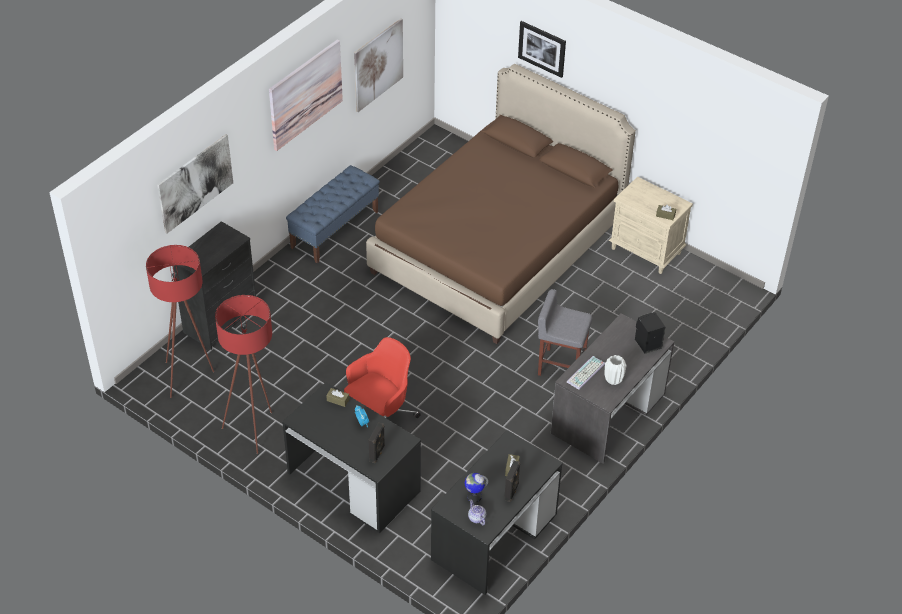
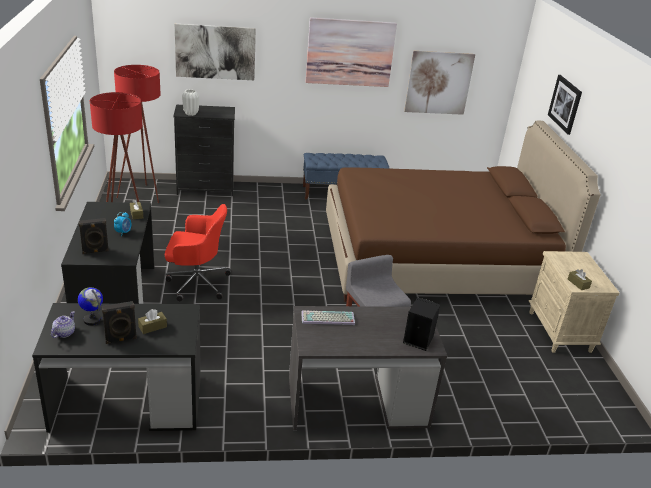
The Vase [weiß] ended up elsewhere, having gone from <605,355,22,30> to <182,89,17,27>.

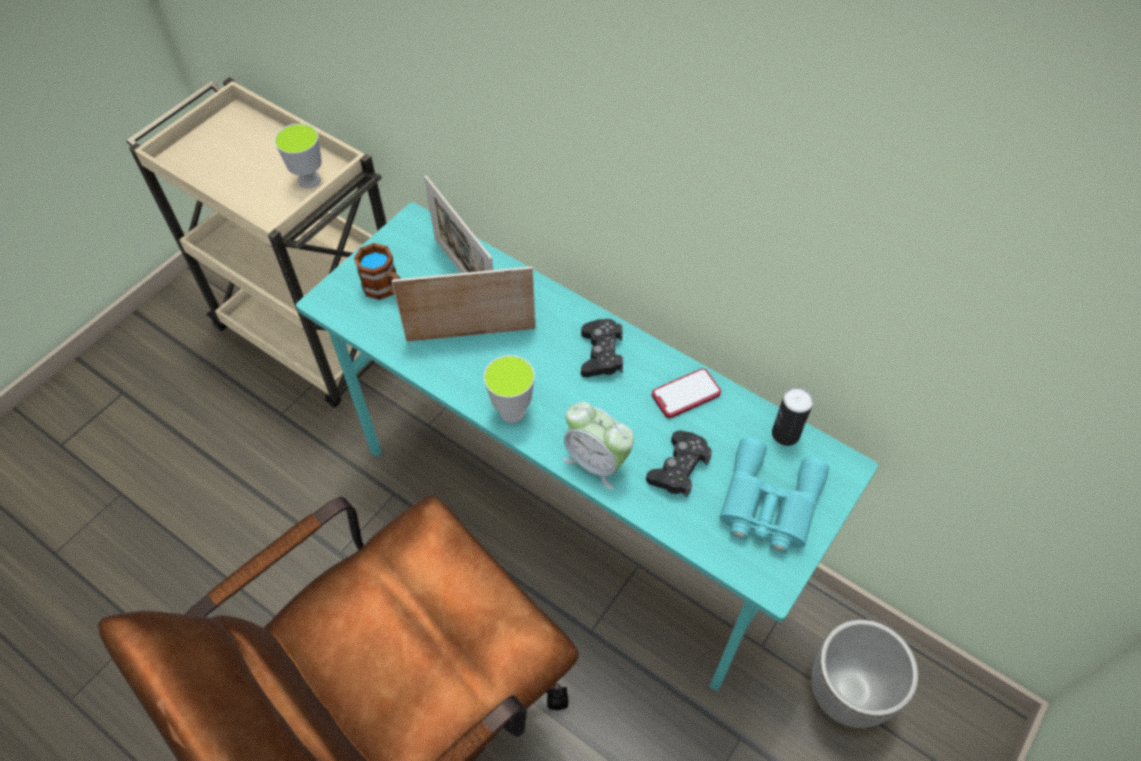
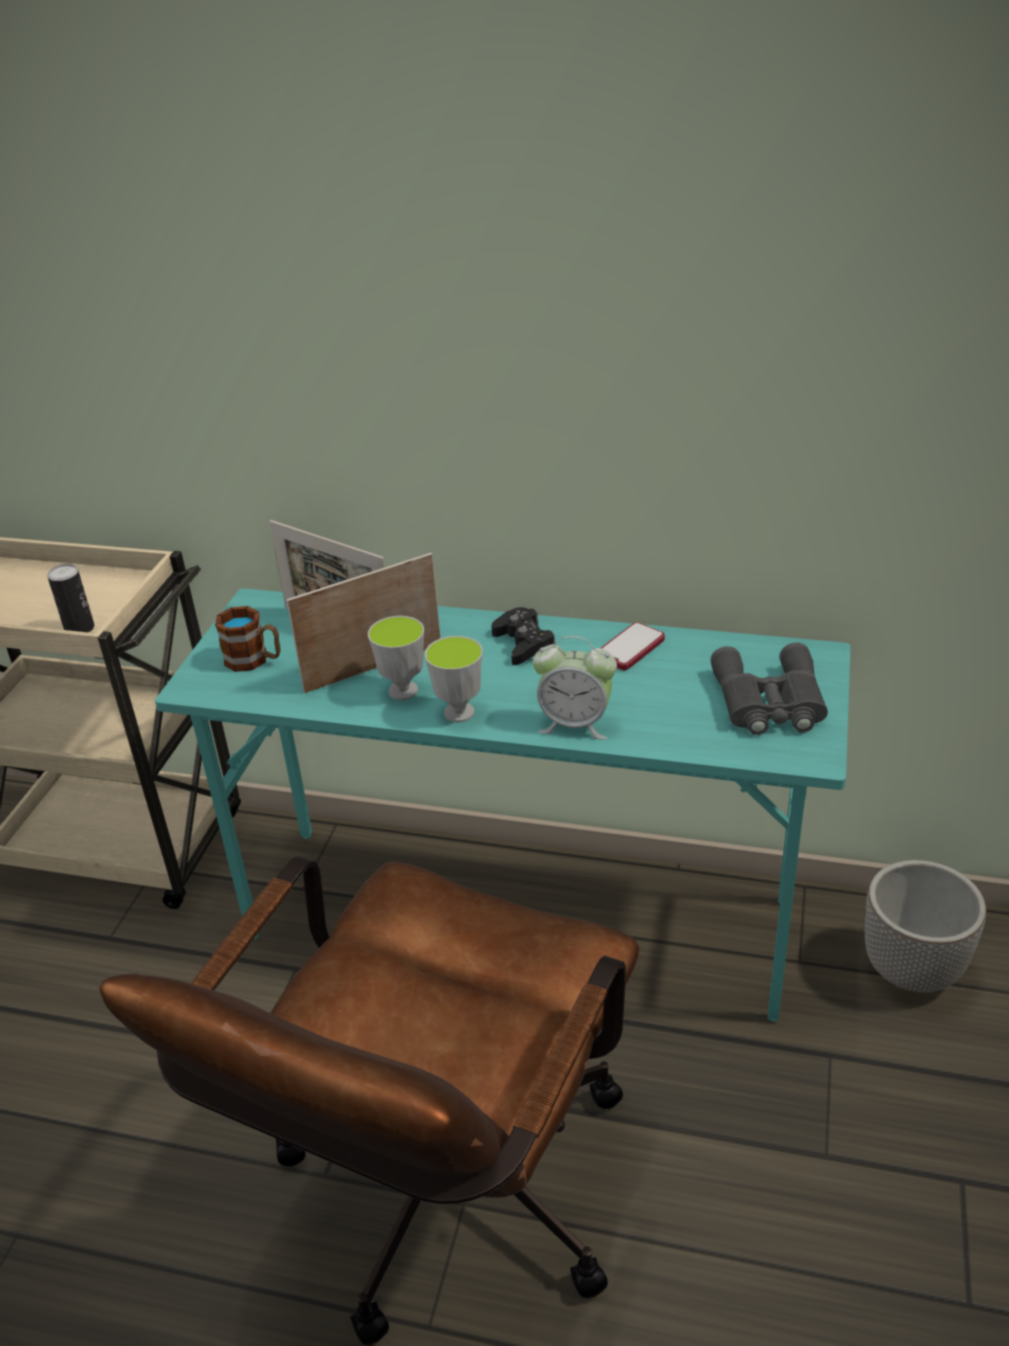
The Tasse ended up elsewhere, having gone from <274,123,48,65> to <368,616,56,84>.
The Dose ended up elsewhere, having gone from <772,387,41,59> to <47,564,47,68>.
The second view lost the Gamepad [schwarz] at <646,431,66,67>.
What was the Fernglas [türkis] at <719,438,110,116> turned into the Fernglas [grau] at <710,642,118,93>.

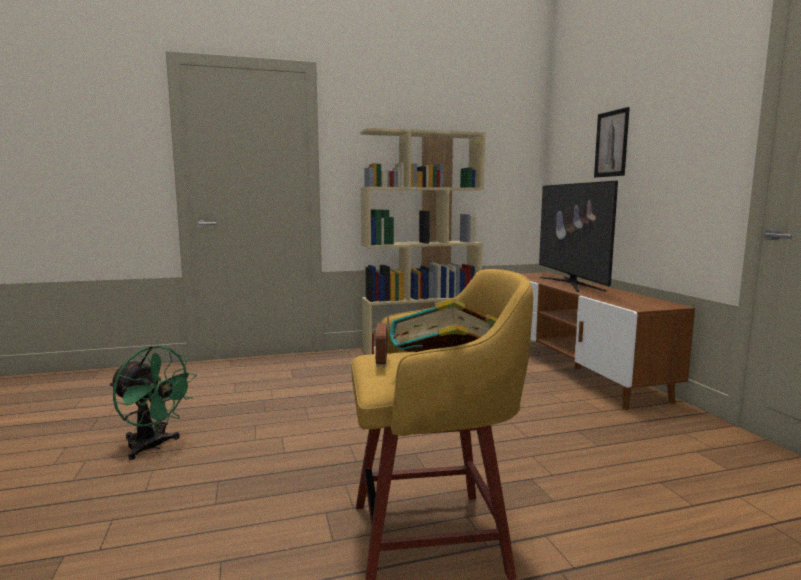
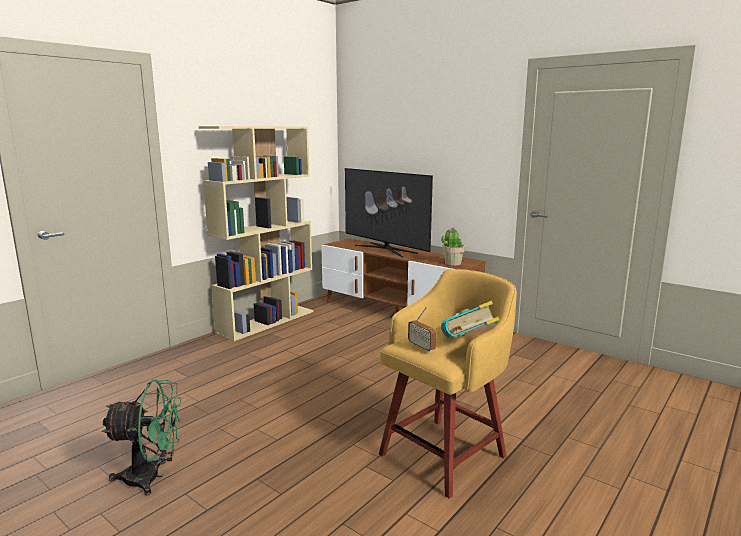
The second view lost the Bild at <594,107,36,71>.
The second view gained the Topfpflanze at <441,227,24,38>.

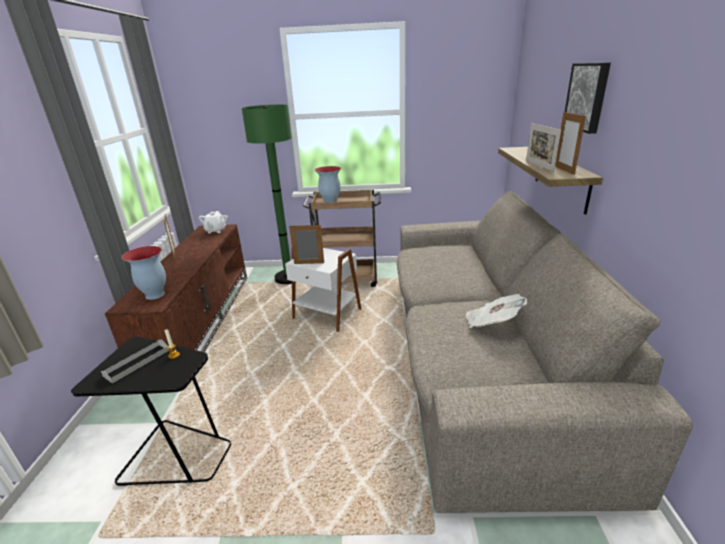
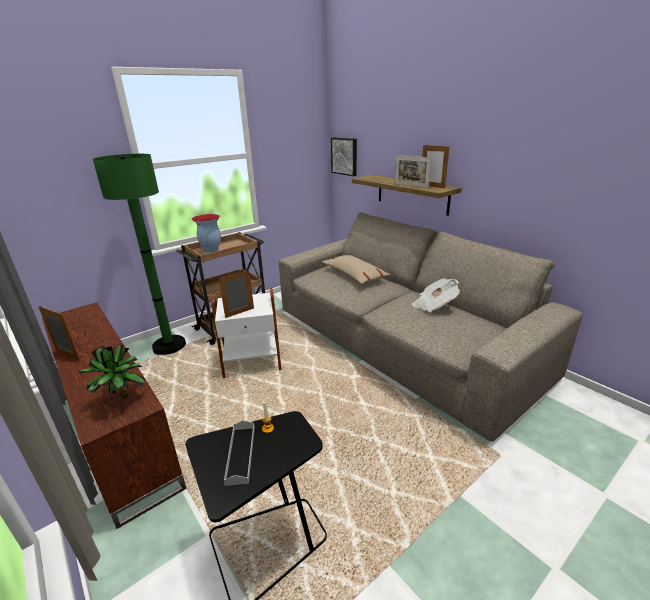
The Bild ended up elsewhere, having gone from <565,63,46,71> to <331,138,26,38>.
The second view lost the Teekanne [weiß] at <198,211,30,23>.
Where the Vase stood at <122,246,44,54>, the Topfpflanze came to stand at <79,344,66,55>.
The second view gained the Kissen [beige] at <322,255,69,29>.

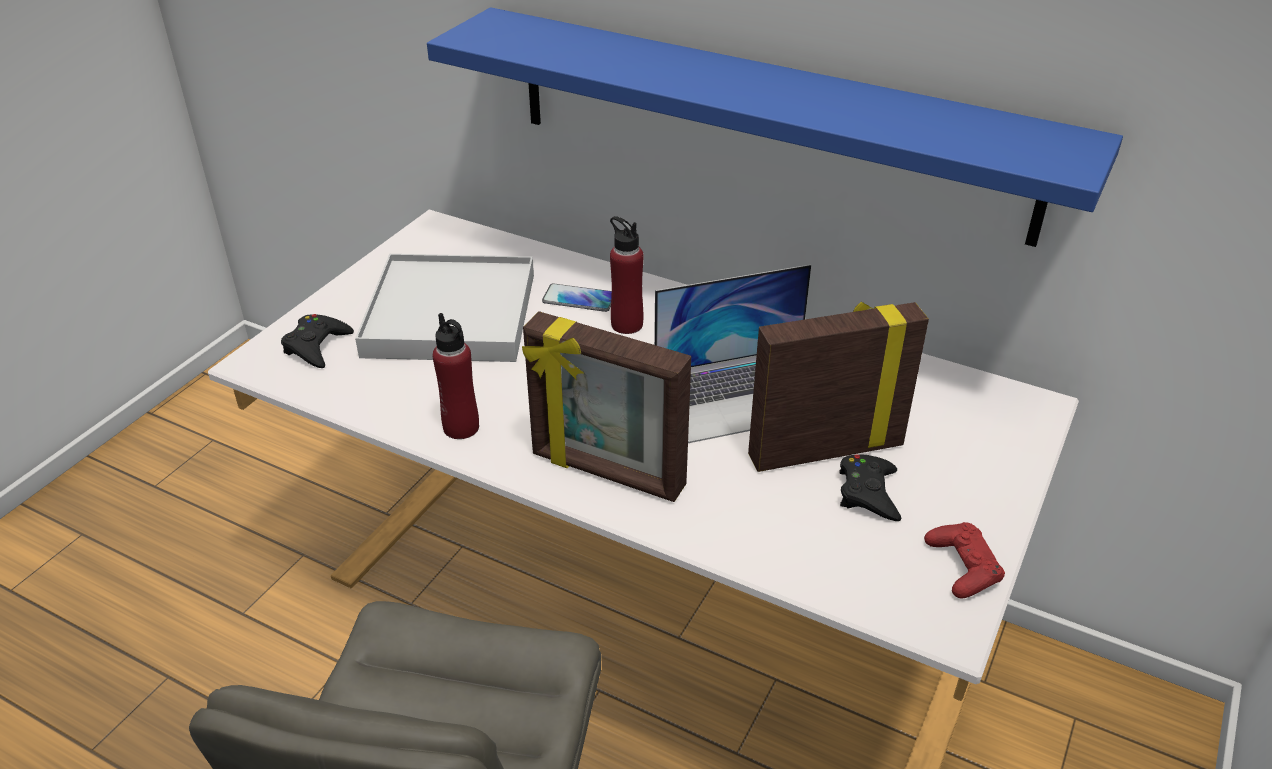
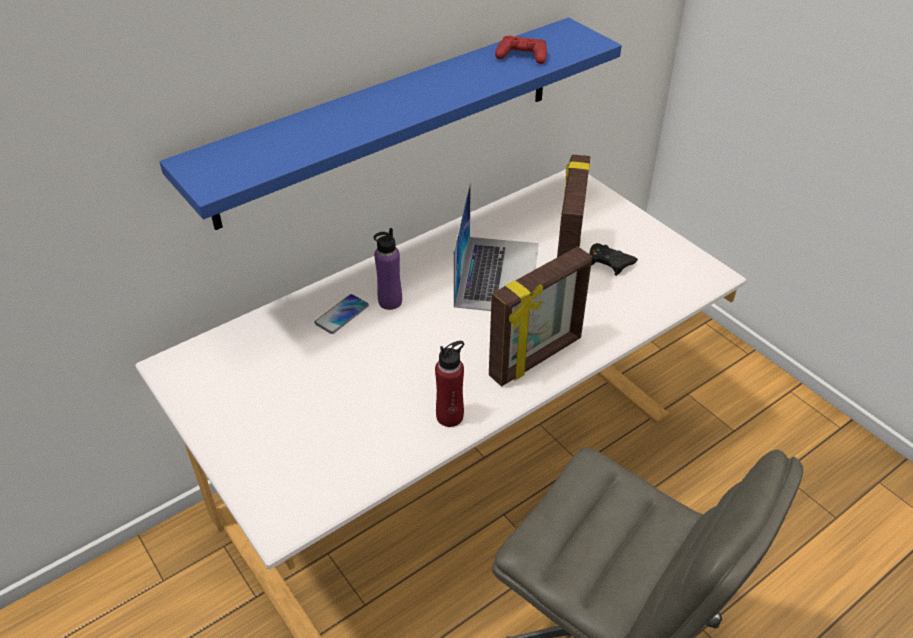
What was the Flasche [rot] at <610,216,34,118> turned into the Flasche [lila] at <374,228,28,82>.
The second view lost the Tablett [weiß] at <355,254,179,108>.
The second view lost the Gamepad [schwarz] at <281,314,73,54>.
The Gamepad [rot] ended up elsewhere, having gone from <924,522,81,76> to <495,36,52,28>.

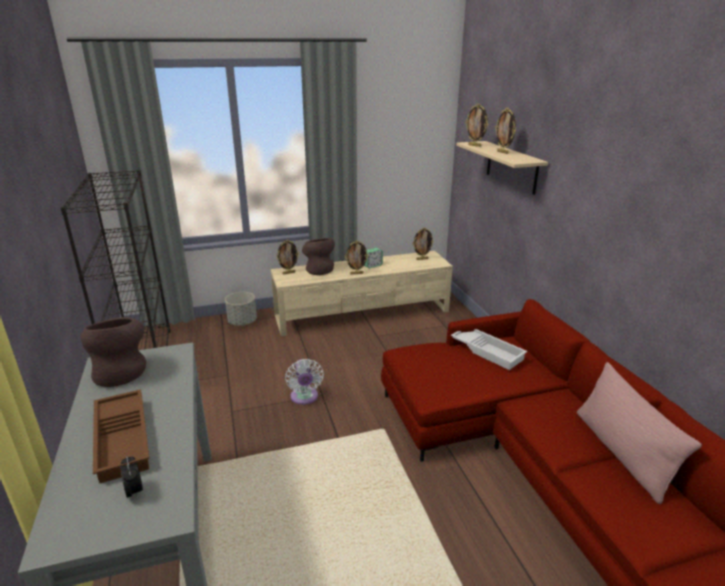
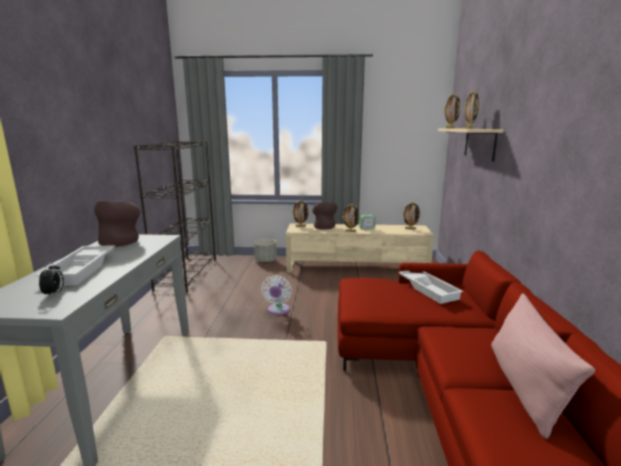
What was the Tablett [braun] at <93,389,56,94> turned into the Tablett [weiß] at <35,245,80,41>.

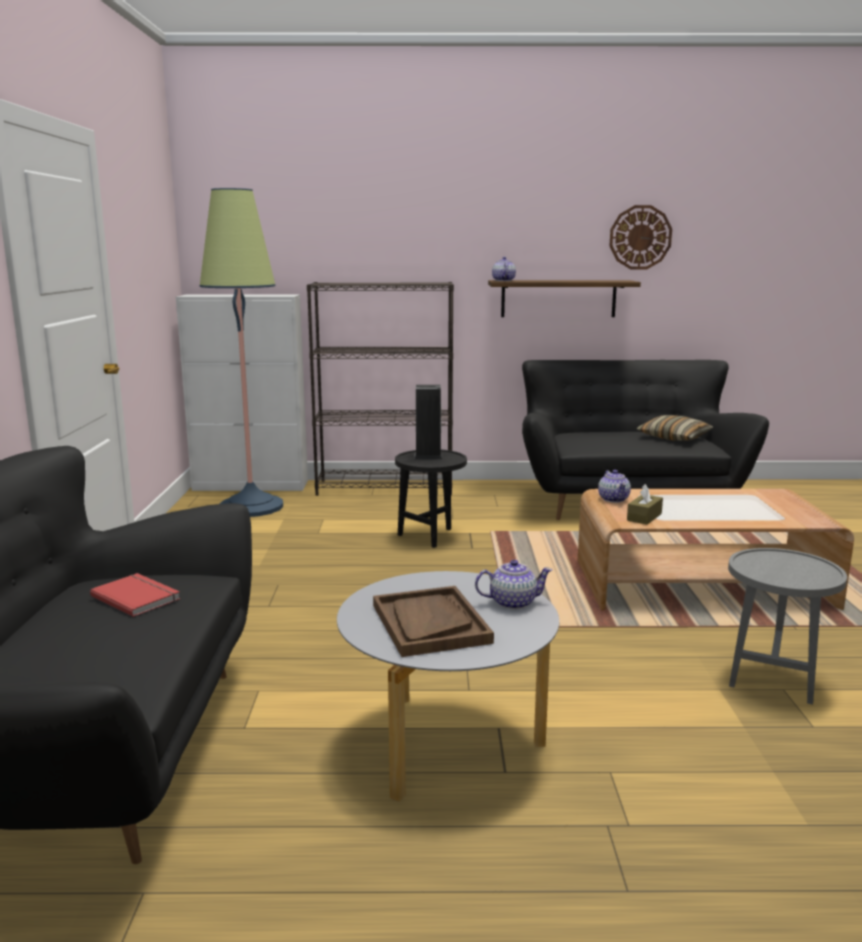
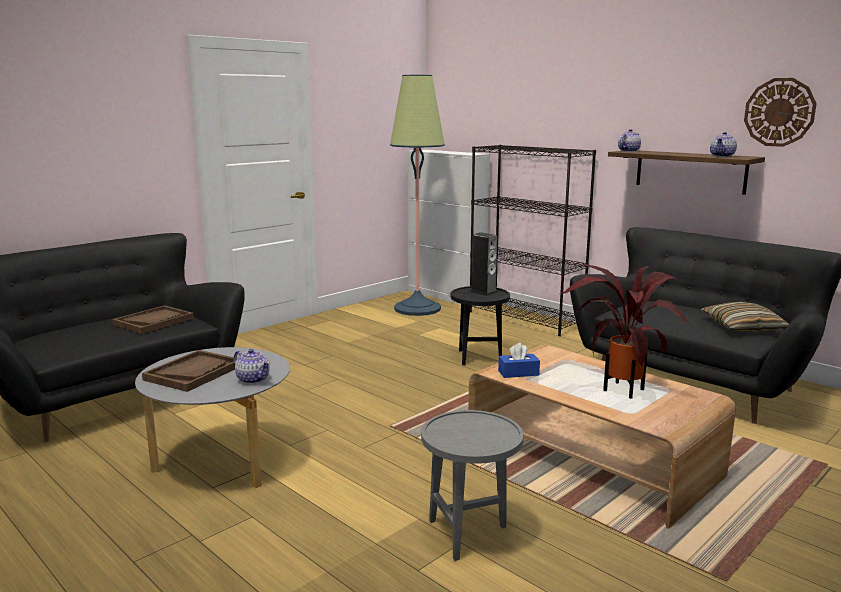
The Teekanne ended up elsewhere, having gone from <598,470,33,33> to <710,132,27,25>.
What was the Taschentuchbox [braun] at <627,484,36,41> turned into the Taschentuchbox [blau] at <498,343,42,35>.
Where the Buch [rot] stood at <90,573,90,44>, the Tablett [braun] came to stand at <112,305,82,29>.
The second view gained the Topfpflanze at <560,263,130,136>.

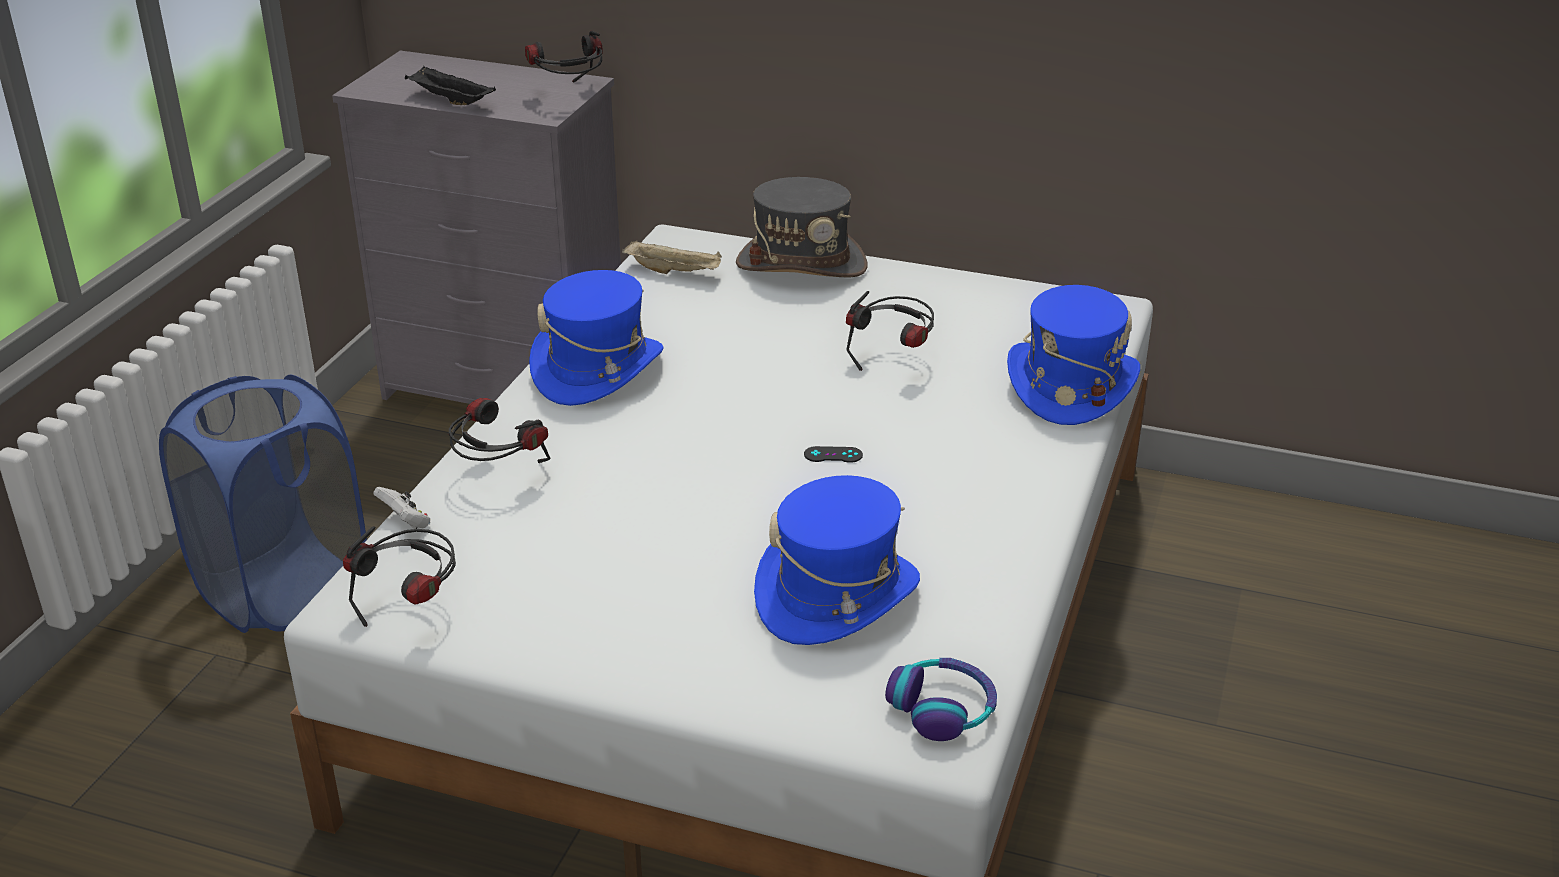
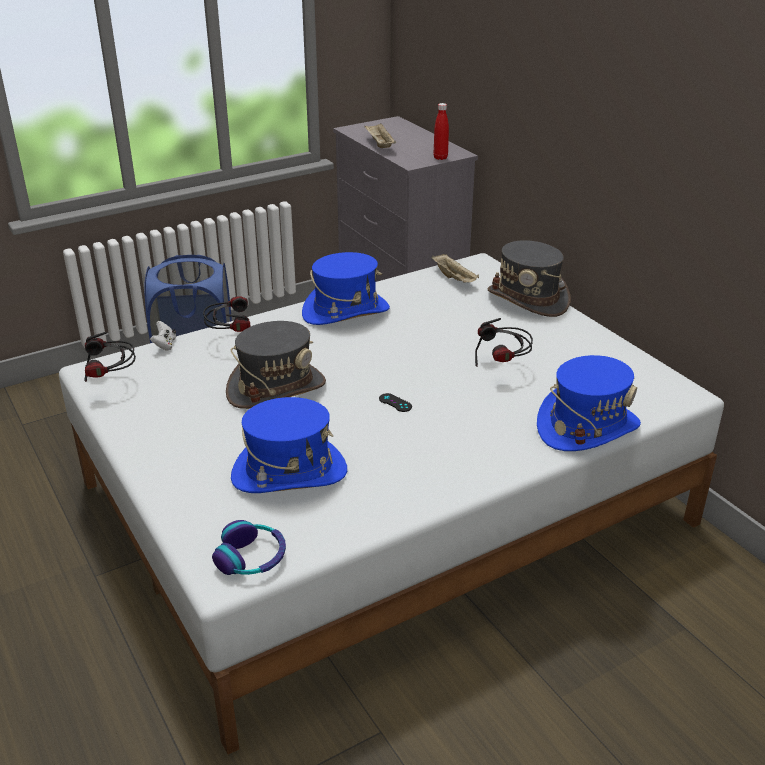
Where the Kopfhörer stood at <525,30,78,53>, the Flasche [rot] came to stand at <434,103,15,57>.
What was the Tablett [schwarz] at <405,66,91,39> turned into the Tablett [beige] at <364,124,32,24>.
The second view gained the Hut [grau] at <226,321,100,88>.

